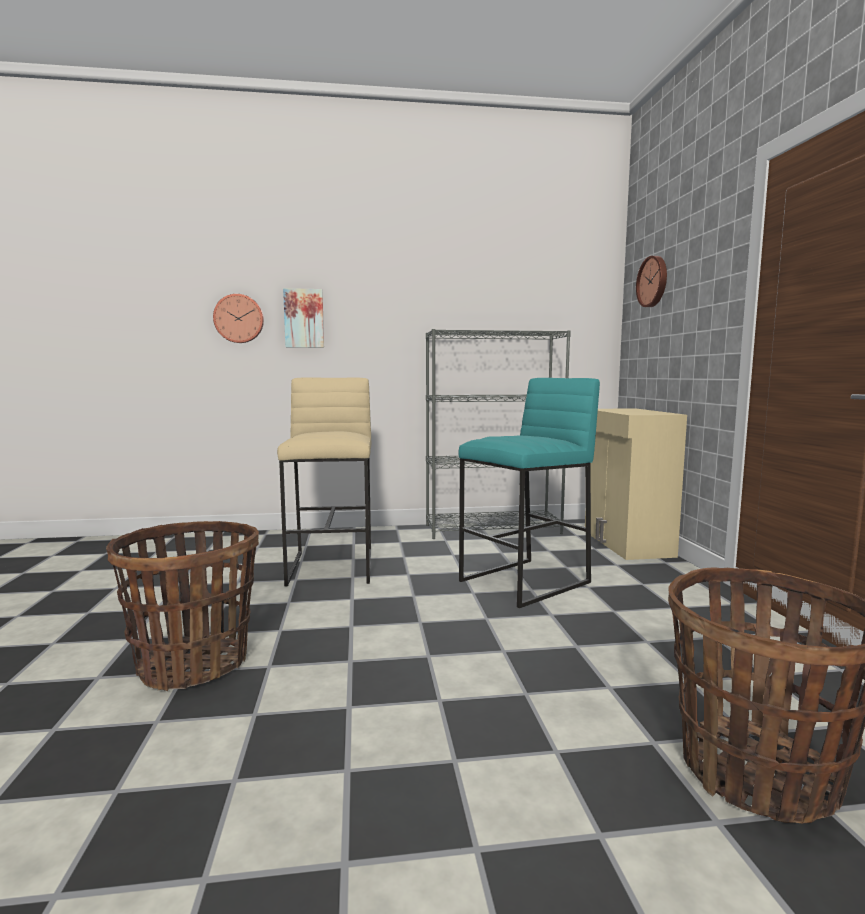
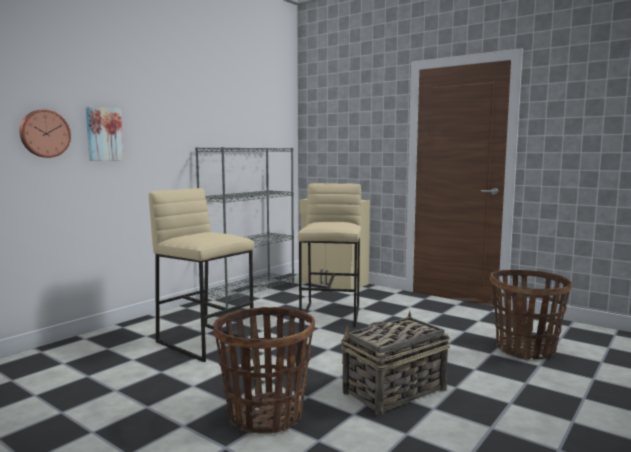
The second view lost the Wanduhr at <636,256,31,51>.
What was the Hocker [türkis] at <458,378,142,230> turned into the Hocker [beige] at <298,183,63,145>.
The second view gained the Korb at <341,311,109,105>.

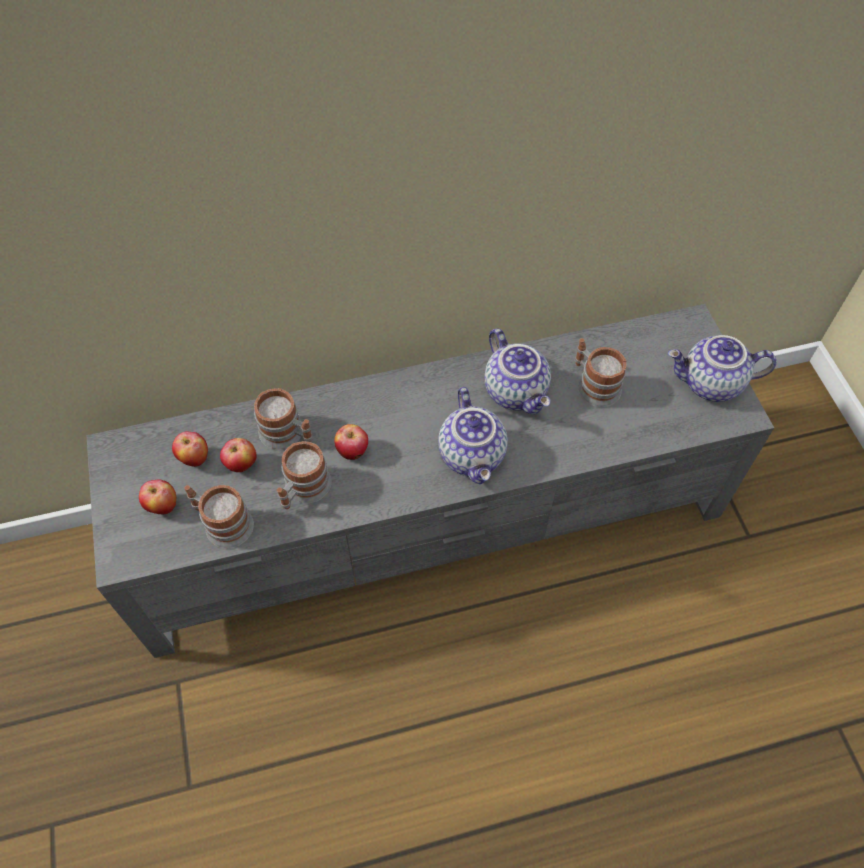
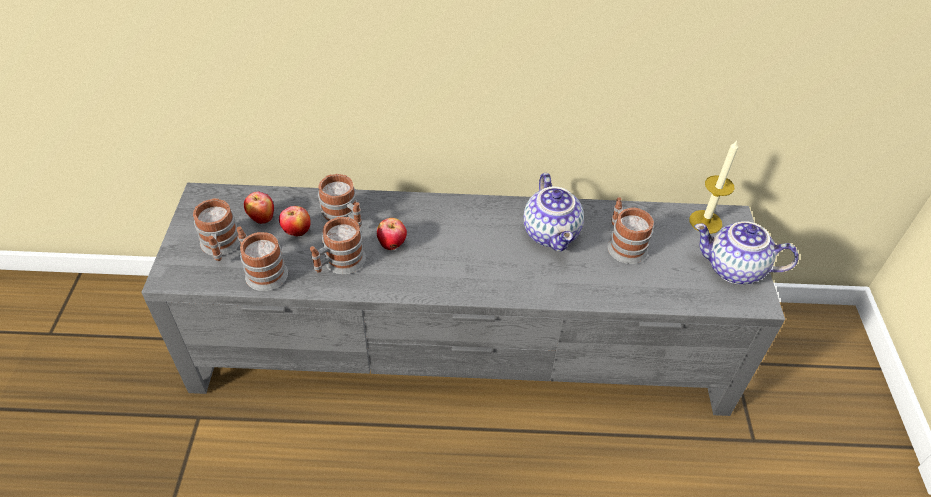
The second view lost the Teekanne at <438,387,70,97>.
Where the Apfel stood at <139,479,37,35>, the Henkelbecher came to stand at <193,198,47,63>.
The second view gained the Kerze at <689,141,49,93>.

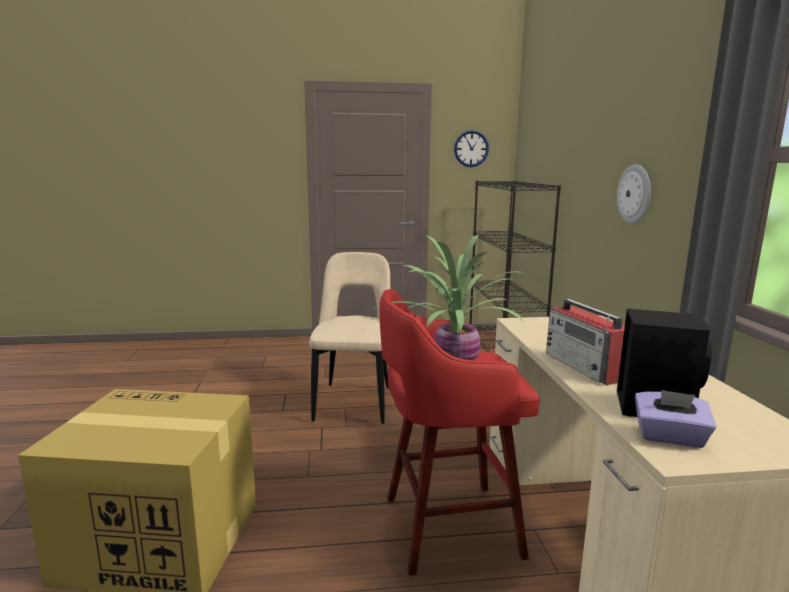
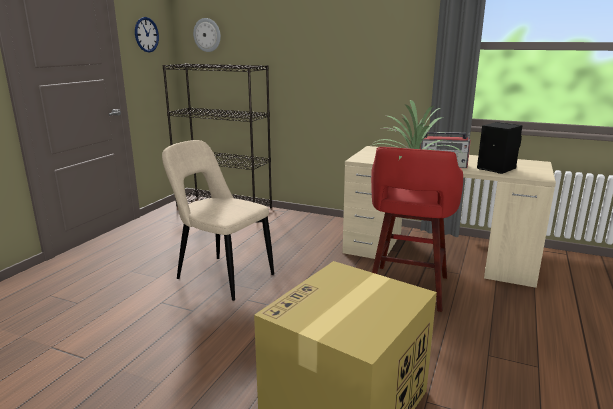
The Wanduhr ended up elsewhere, having gone from <617,164,34,60> to <193,18,28,34>.
The second view lost the Taschentuchbox [lila] at <635,390,81,58>.

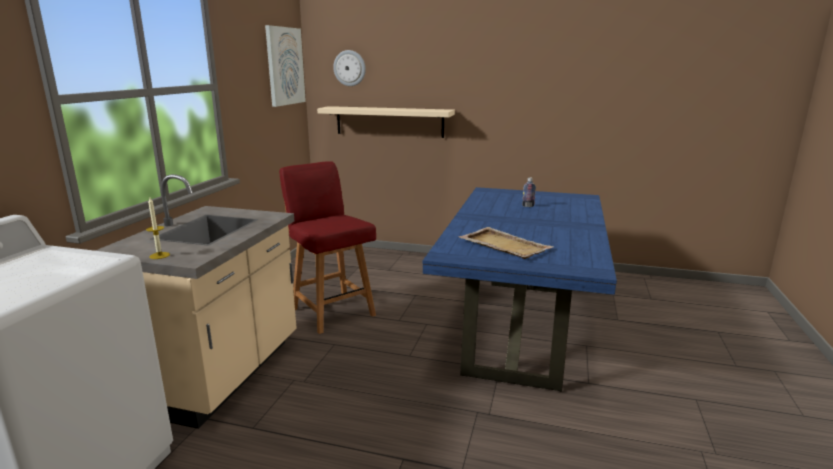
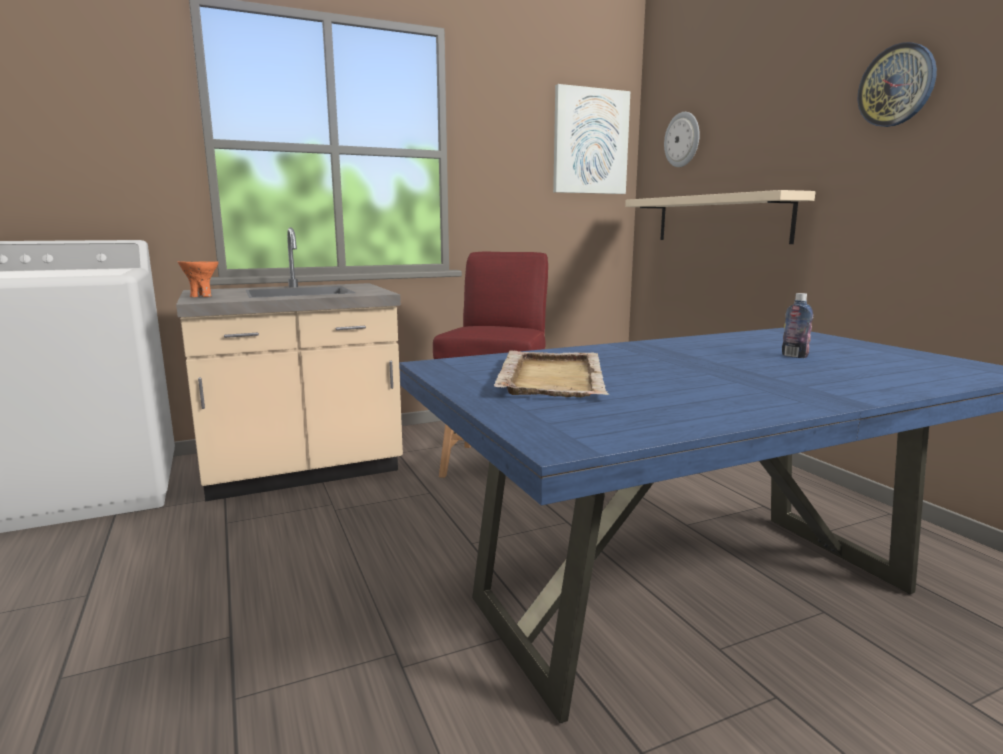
Where the Kerze stood at <146,198,24,61>, the Schüssel [orange] came to stand at <178,261,41,36>.
The second view gained the Wanduhr at <858,42,79,85>.

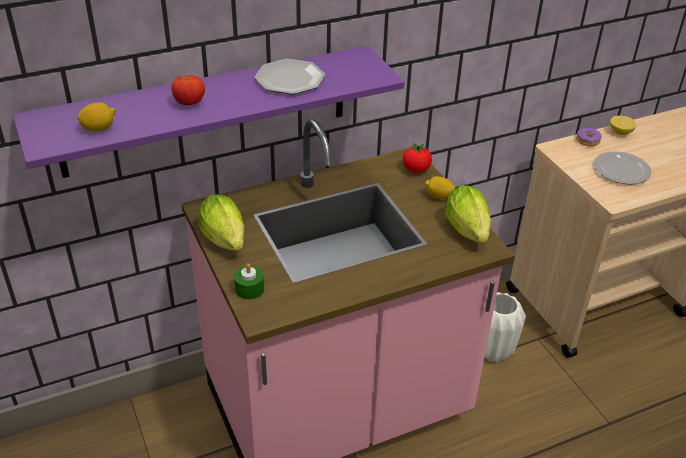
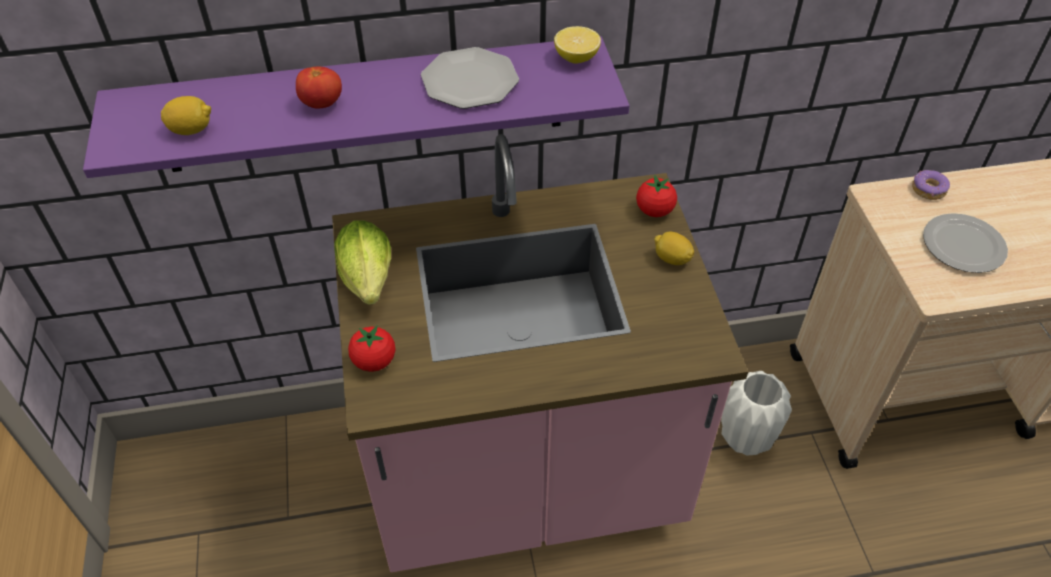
The Zitrone ended up elsewhere, having gone from <610,116,27,19> to <554,26,47,38>.
The second view lost the Salatkopf at <445,185,46,58>.
Where the Kerze [grün] stood at <234,263,30,37>, the Tomate came to stand at <348,325,47,47>.

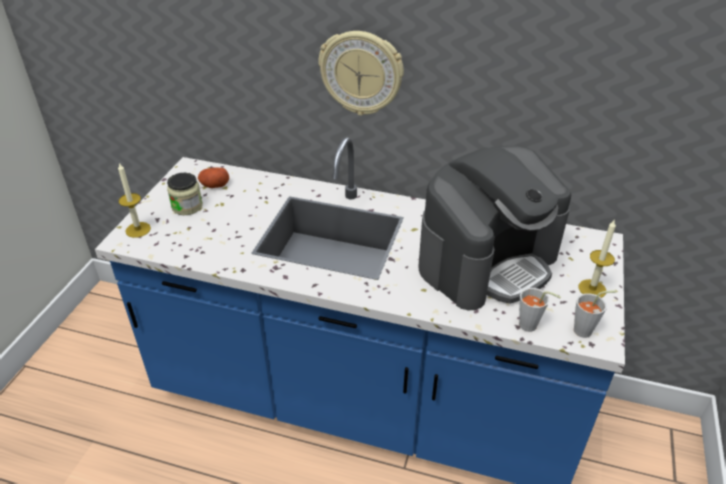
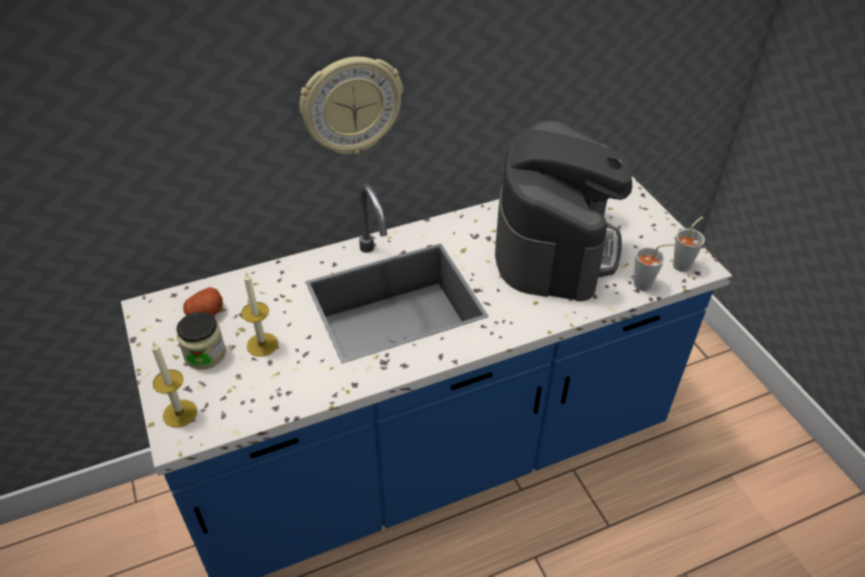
The Kerze ended up elsewhere, having gone from <578,219,38,79> to <241,272,37,85>.

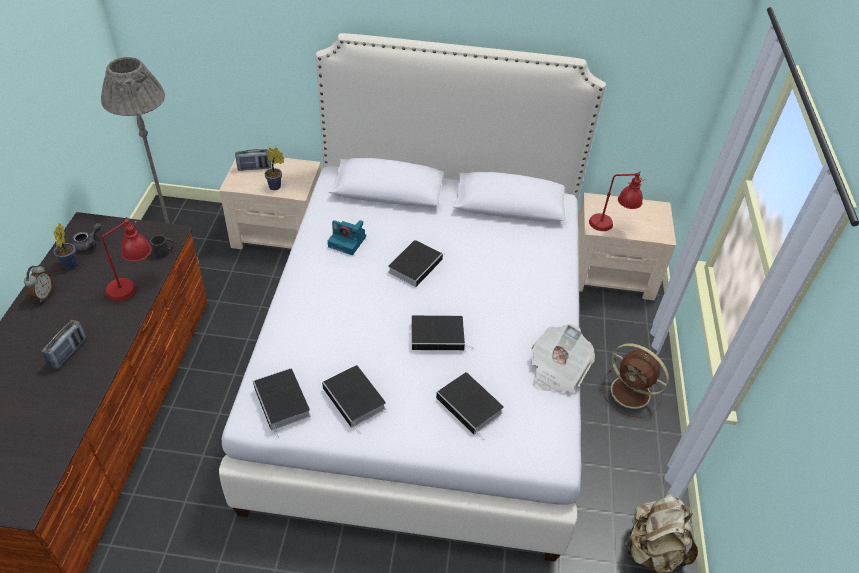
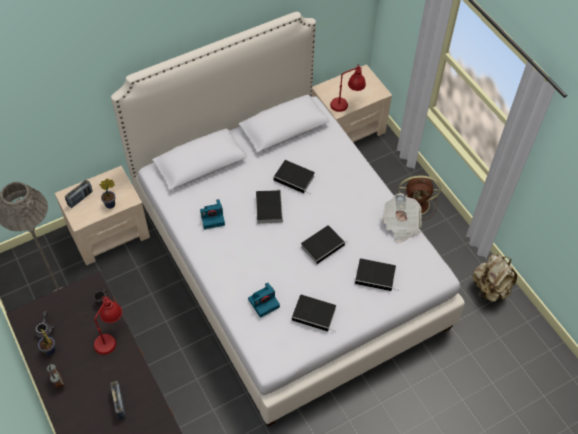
The Buch ended up elsewhere, having gone from <253,369,58,69> to <274,160,41,34>.
The second view gained the Kamera at <248,282,32,36>.

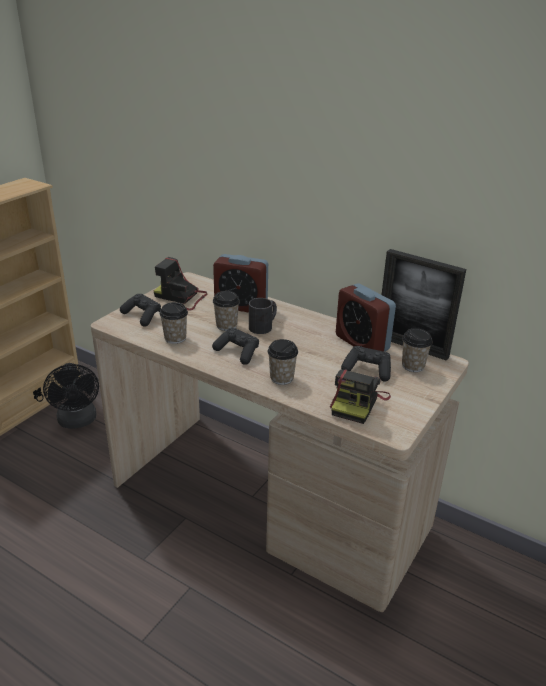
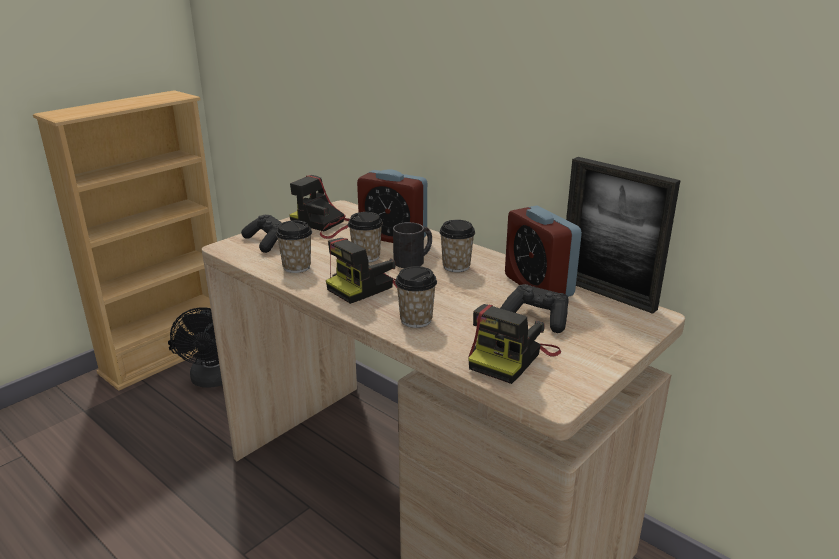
Where the Gamepad [schwarz] stood at <212,328,47,37>, the Kamera came to stand at <326,238,71,66>.
The Tasse ended up elsewhere, having gone from <402,328,31,44> to <439,220,36,52>.

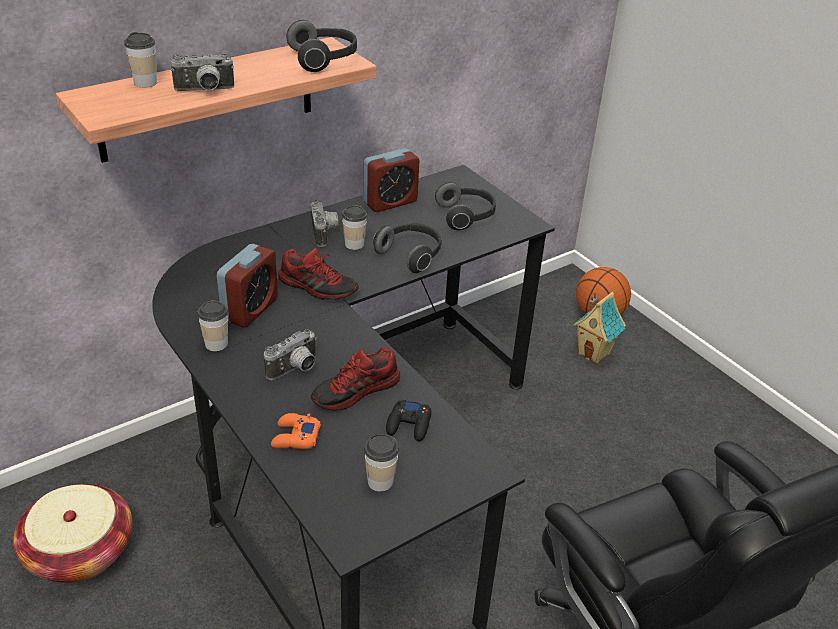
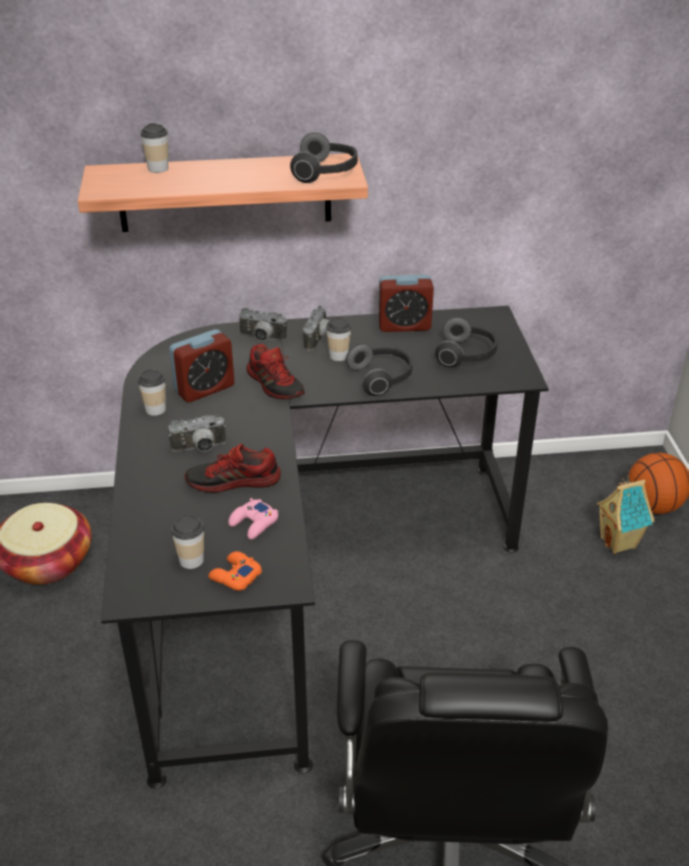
The Kamera ended up elsewhere, having gone from <171,53,63,38> to <238,308,48,33>.
What was the Gamepad [schwarz] at <386,400,46,41> turned into the Gamepad [rosa] at <228,498,50,42>.
The Gamepad [orange] ended up elsewhere, having gone from <271,413,50,36> to <208,551,54,40>.

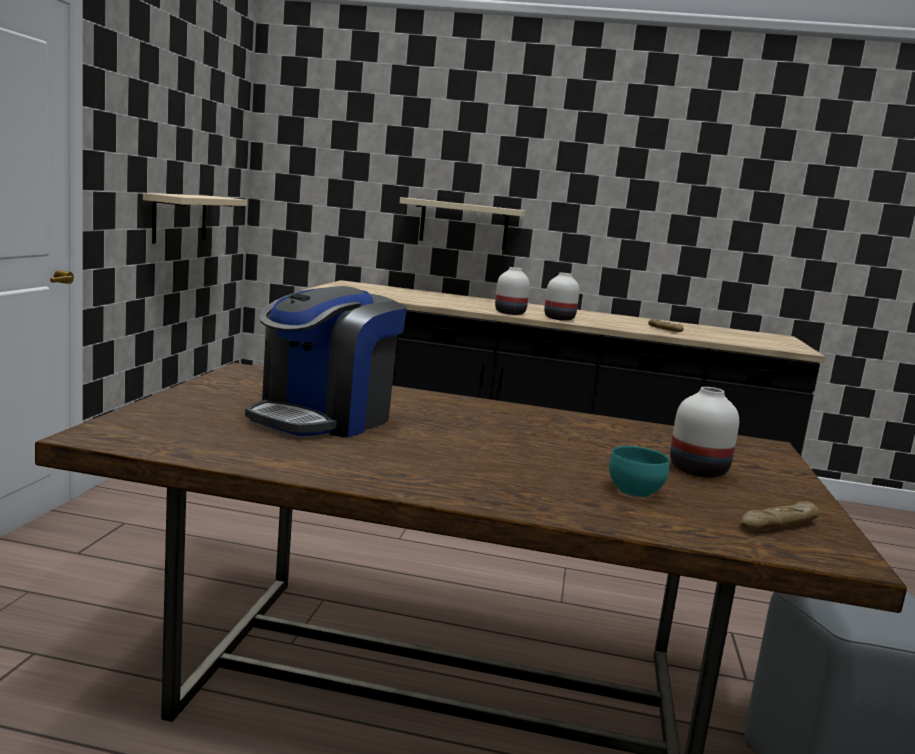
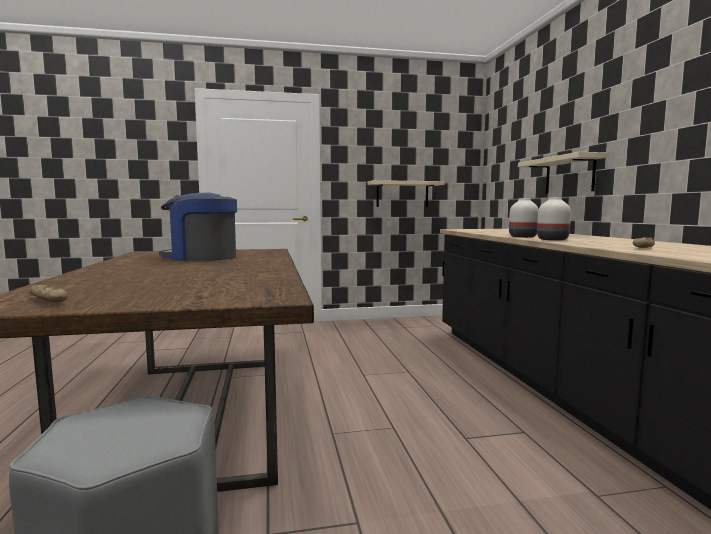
The second view lost the Vase [weiß] at <670,387,69,91>.
The second view lost the Schüssel [türkis] at <609,446,61,52>.

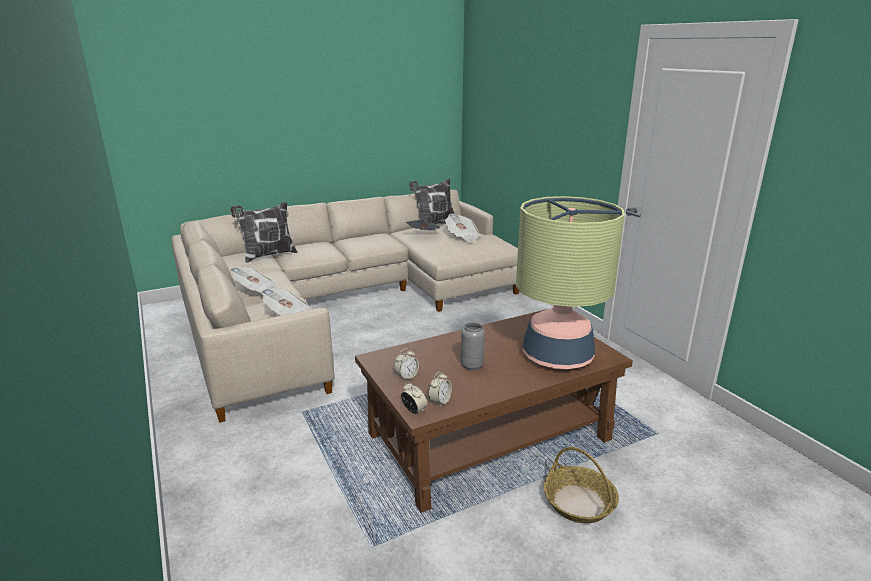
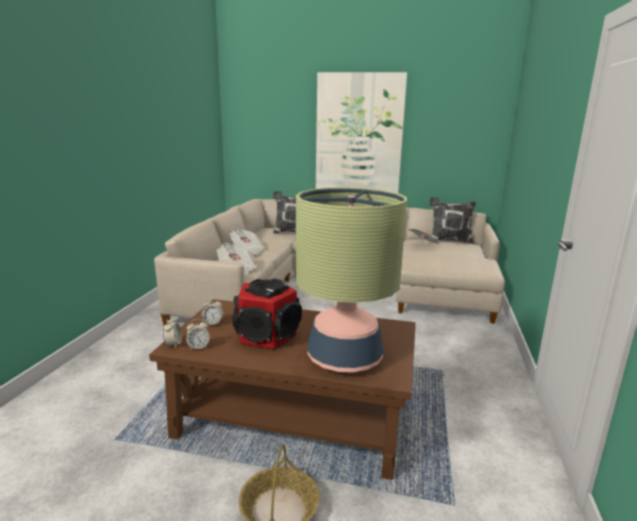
The second view lost the Zeitung at <445,214,36,29>.
Where the Vase [grau] stood at <461,322,24,49>, the Lautsprecher came to stand at <232,278,70,71>.
The second view gained the Bild at <316,72,91,121>.

